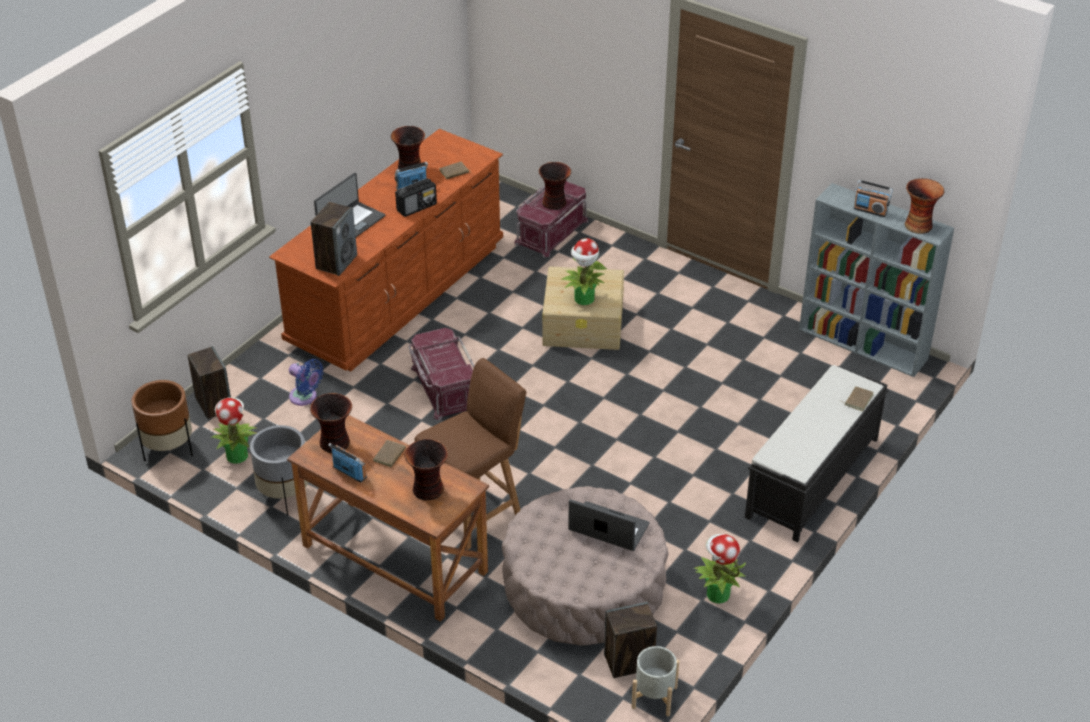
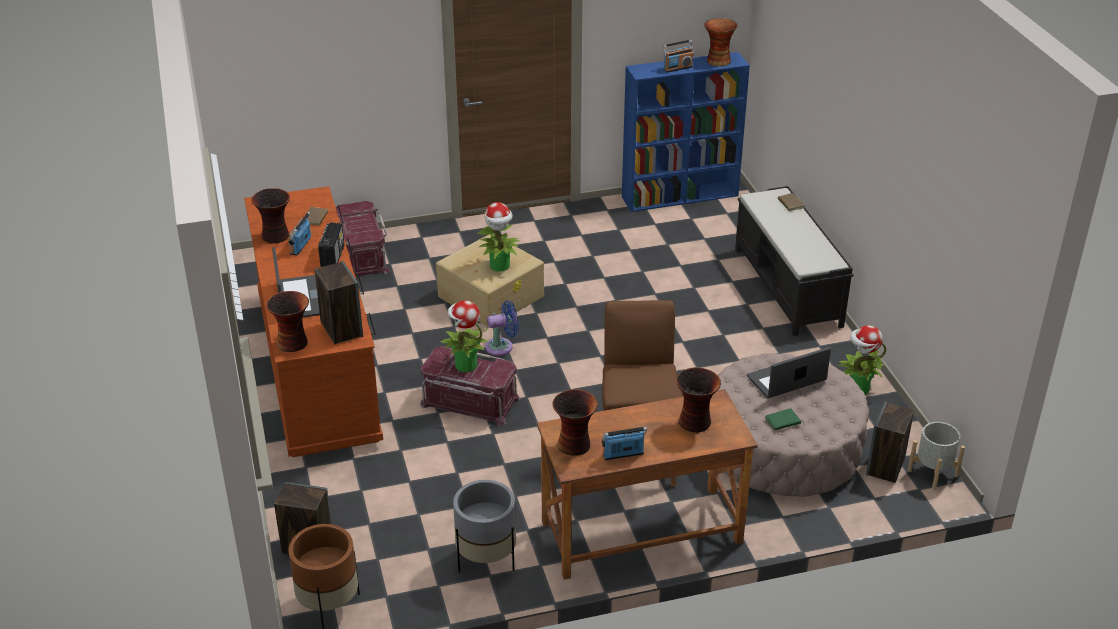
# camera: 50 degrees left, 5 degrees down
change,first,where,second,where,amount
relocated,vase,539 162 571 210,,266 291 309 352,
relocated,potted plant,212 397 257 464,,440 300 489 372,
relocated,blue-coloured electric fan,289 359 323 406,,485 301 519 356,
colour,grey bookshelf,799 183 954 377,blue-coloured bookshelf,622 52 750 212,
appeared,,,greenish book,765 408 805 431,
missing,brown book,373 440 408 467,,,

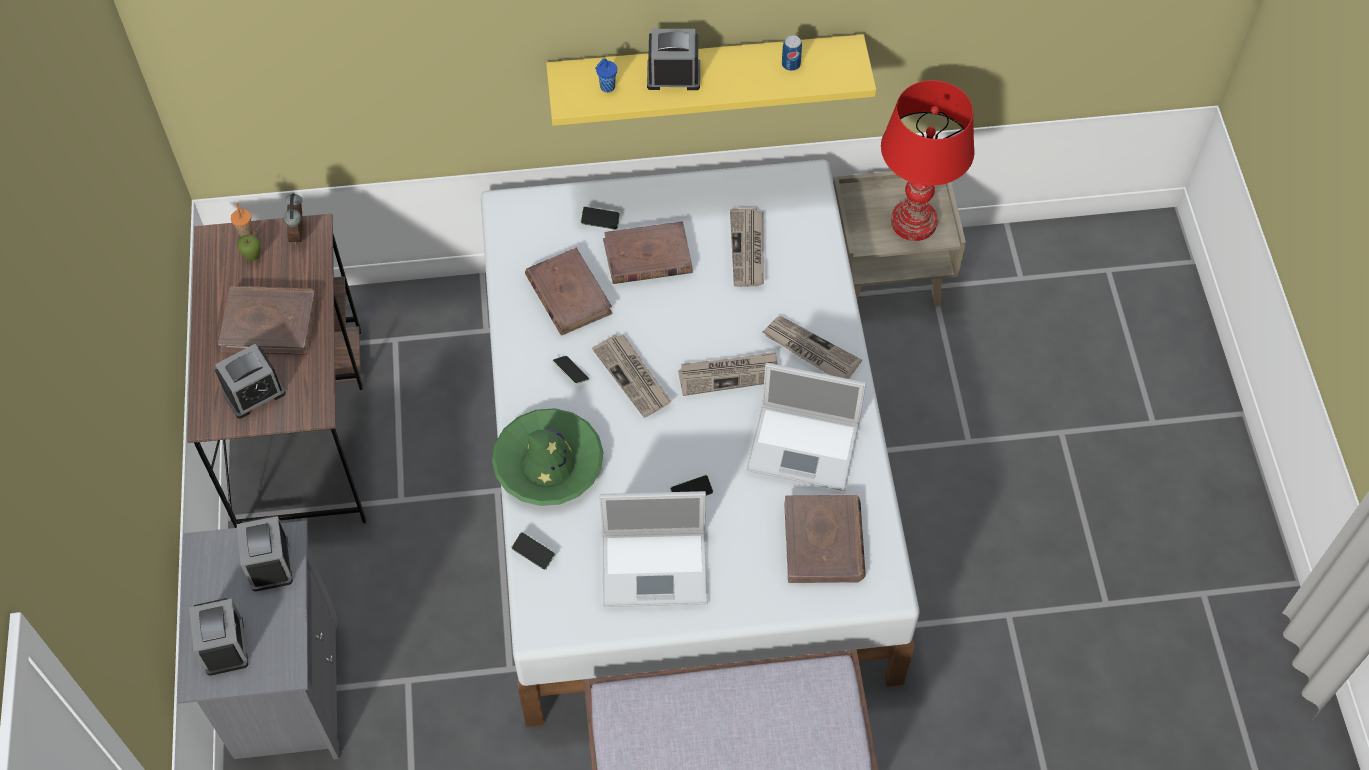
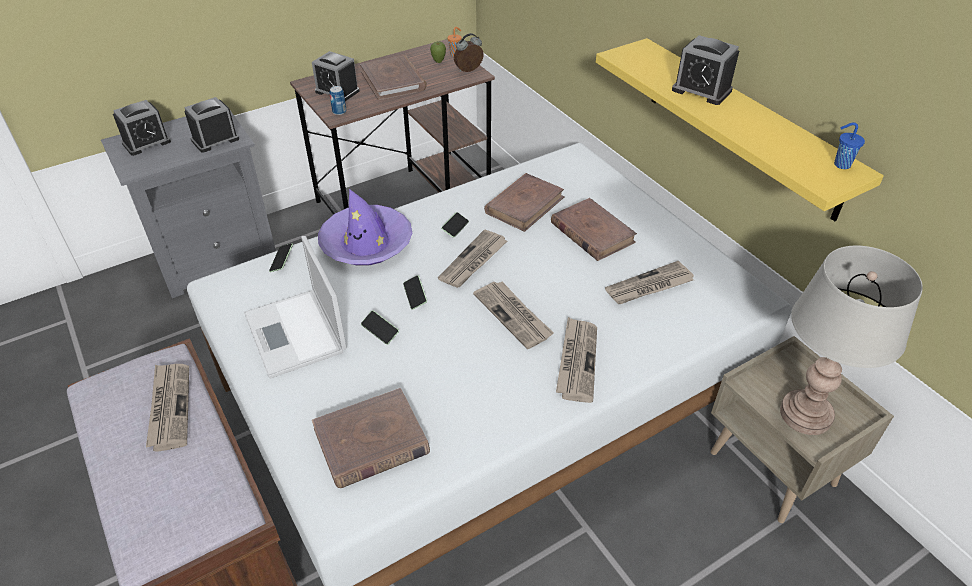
# camera: 65 degrees right, 15 degrees down
change,first,where,second,where,amount
appeared,,,daily paper,146 364 189 452,
colour,greenish clothing hat,492 408 603 506,purple clothing hat,318 189 412 266,
relocated,sealed can,782 35 802 71,,330 86 346 115,
relocated,handset,581 206 620 230,,403 275 427 310,
spun,table clock,647 29 700 90,,672 35 739 105,150 degrees clockwise
colour,red table lamp,881 80 975 241,grey table lamp,780 246 923 435,
relocated,blue-coloured cup,595 58 617 92,,834 123 865 169,
missing,notebook computer,746 363 866 491,,,

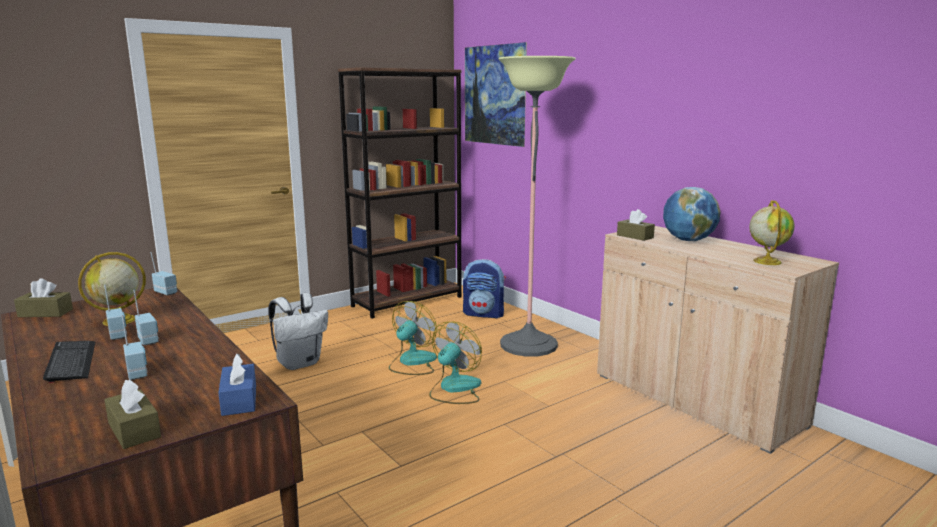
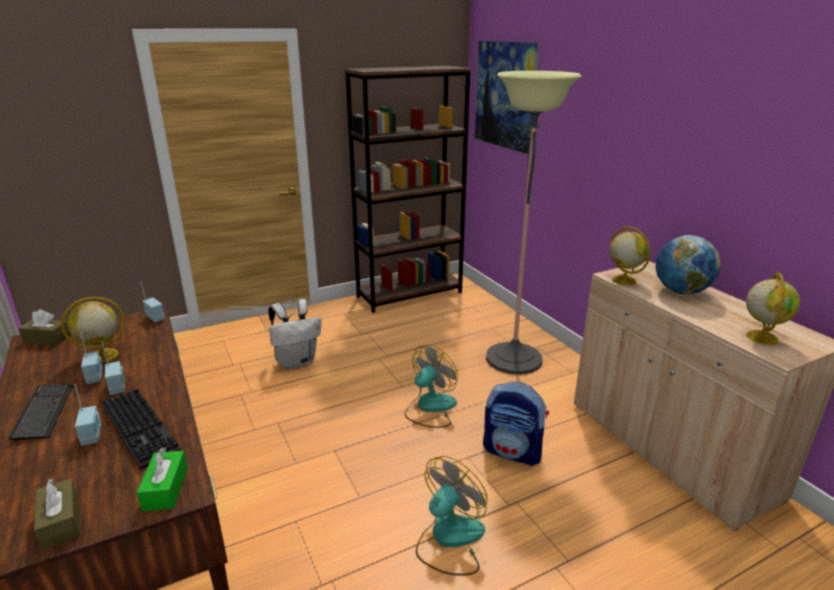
# camera: 10 degrees right, 10 degrees up
change,first,where,second,where,amount
appeared,,,computer keyboard,102 388 181 470,
colour,blue-coloured box of tissues,218 354 256 416,greenish box of tissues,137 447 188 511,
relocated,electric fan,389 301 437 375,,416 456 488 576,
relocated,rucksack,463 259 506 318,,483 382 549 466,
exchanged,brown box of tissues,617 209 655 241,desk globe,609 226 651 285,

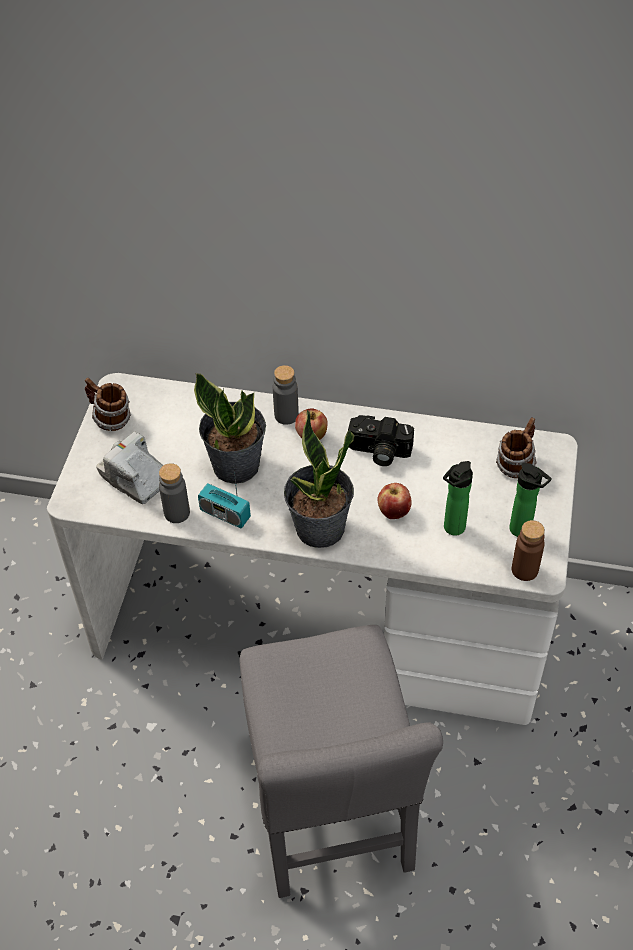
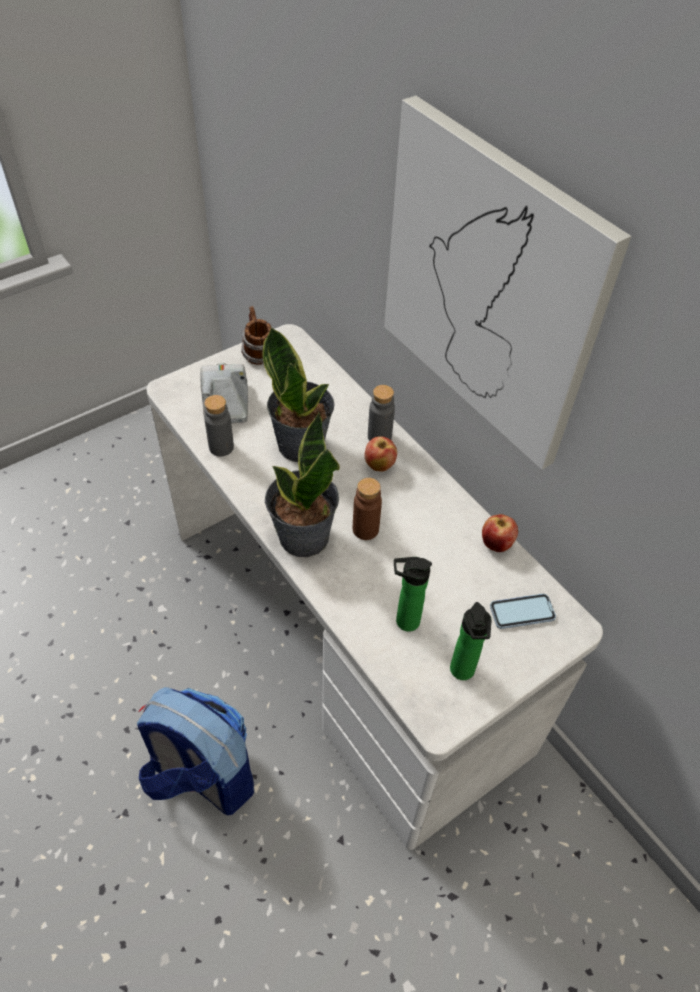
# camera: 40 degrees right, 0 degrees up
change,first,where,second,where,amount
exchanged,grey chair,240 625 443 898,rucksack,137 687 254 815,
relocated,brown drink bottle,512 520 545 581,,353 478 382 540,
appeared,,,wall picture,384 96 631 470,
relocated,apple fruit,377 483 412 519,,482 514 518 552,
exchanged,mug,496 417 537 478,handset,490 594 556 629,
missing,radio set,198 464 251 528,,,
missing,photo camera,348 415 414 466,,,

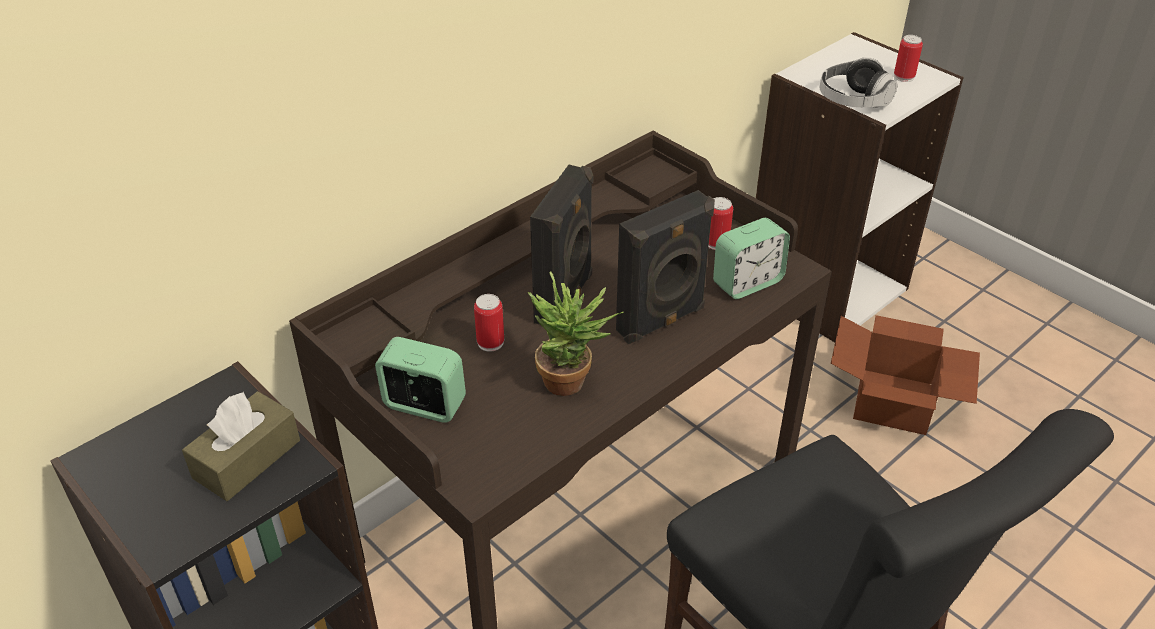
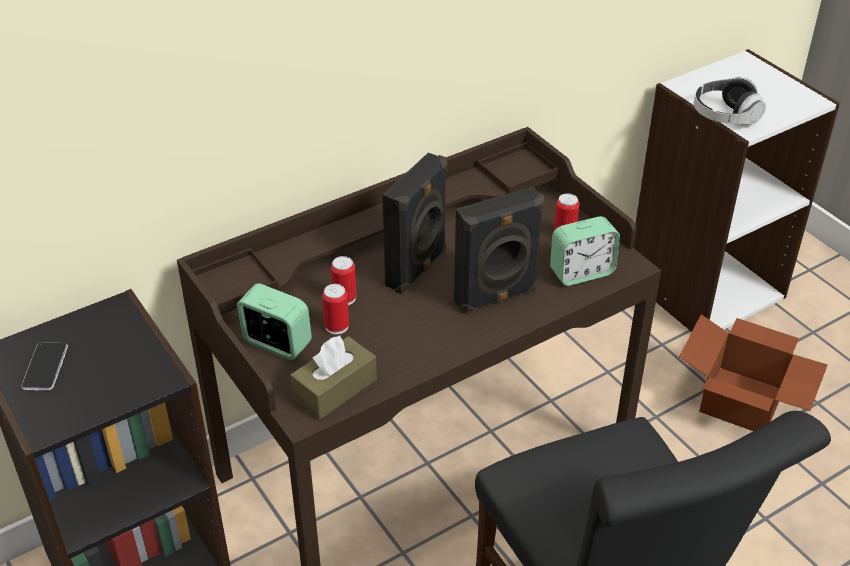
# camera: 10 degrees right, 0 degrees up
change,first,where,second,where,amount
appeared,,,handset,21 342 68 390,
relocated,brown box of tissues,182 391 300 501,,290 336 377 420,
relocated,sealed can,894 35 923 82,,322 284 349 334,
missing,potted plant,528 271 623 396,,,

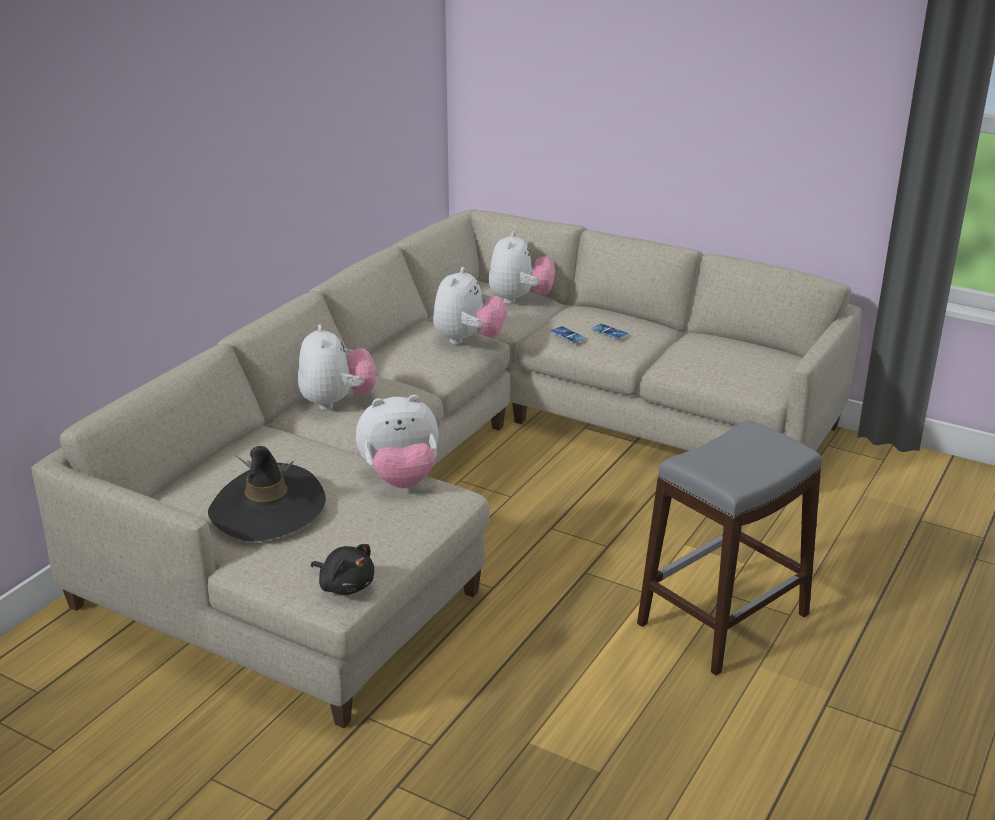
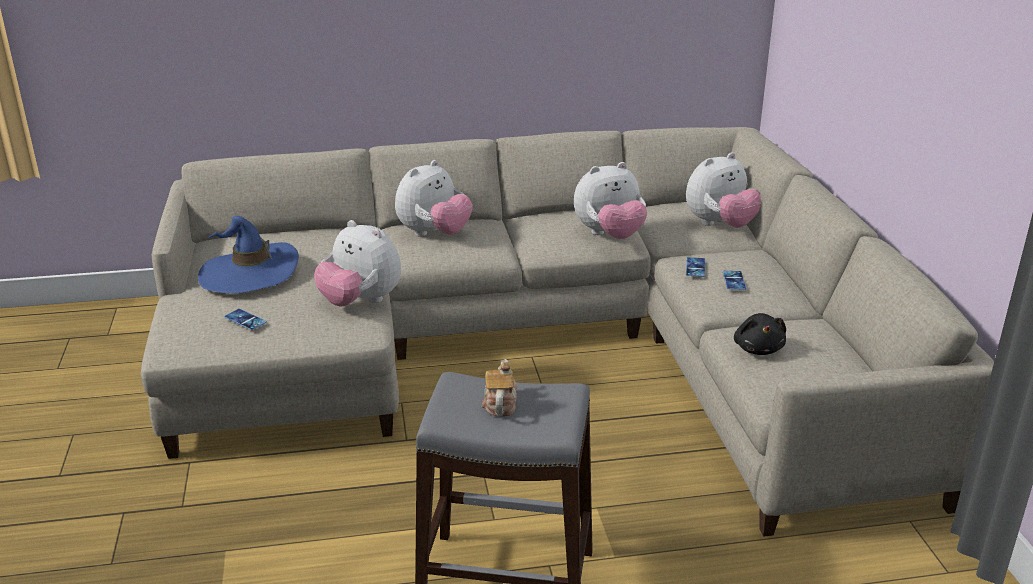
# camera: 50 degrees right, 0 degrees up
change,first,where,second,where,amount
colour,black-coloured clothing hat,208 446 326 542,blue-coloured clothing hat,198 216 299 293,
appeared,,,handset,224 309 267 330,
appeared,,,pot for tea,482 359 517 417,
relocated,black-coloured cuddly toy,311 544 374 595,,734 313 786 355,

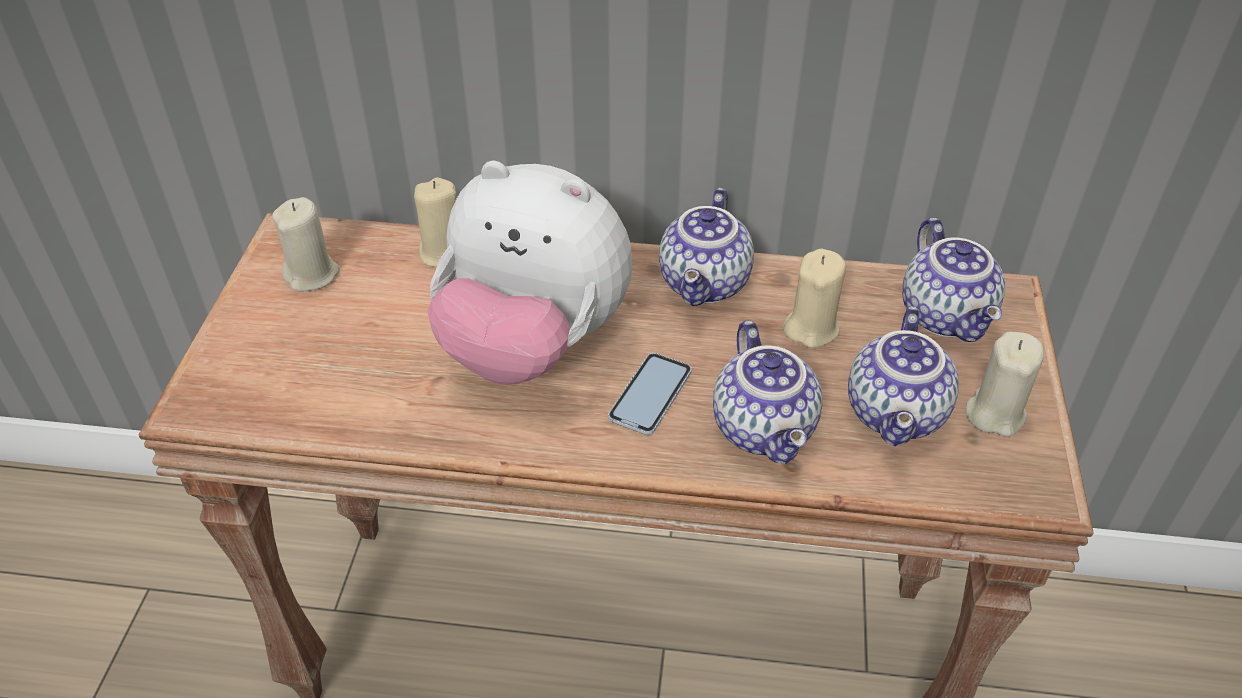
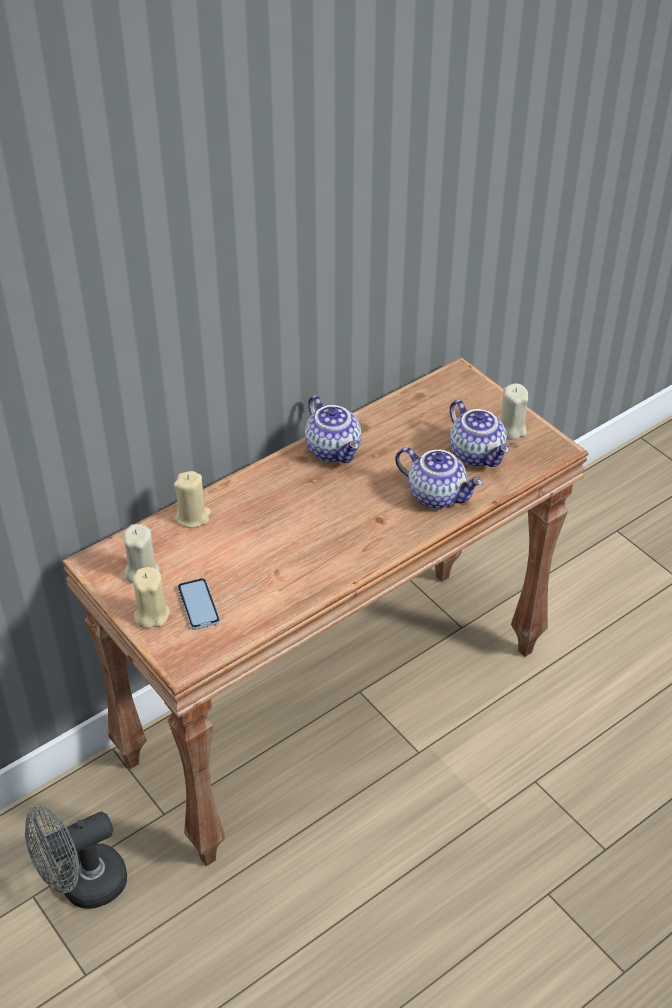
# camera: 45 degrees left, 0 degrees up
change,first,where,second,where,amount
appeared,,,grey electric fan,25 806 127 909,
relocated,beige-coloured candle,783 249 846 348,,133 567 170 629,
relocated,handset,608 353 692 435,,177 578 220 630,
missing,cuddly toy,427 161 632 385,,,
missing,pot for tea,902 218 1005 342,,,

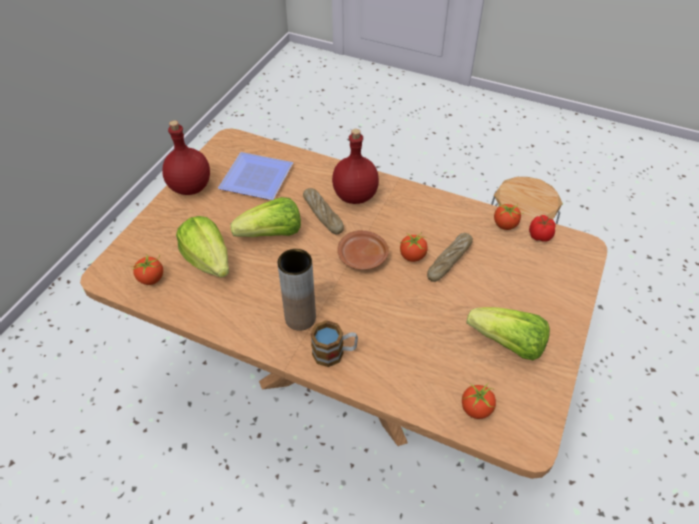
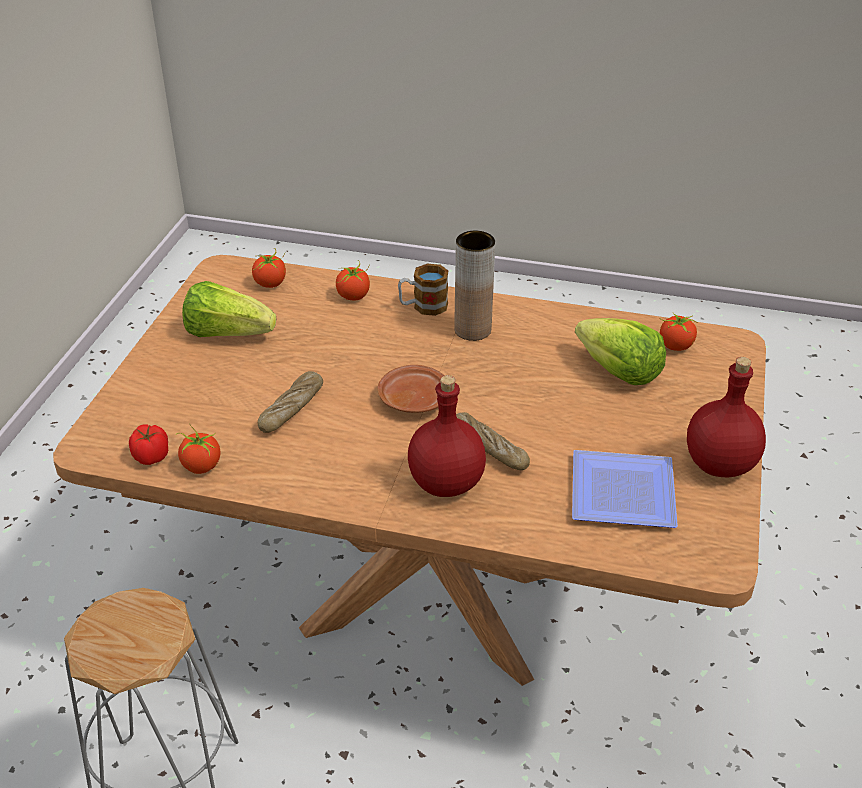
# camera: 170 degrees right, 10 degrees down
change,first,where,second,where,amount
relocated,tomato,400 232 428 262,,336 260 370 300,
missing,lettuce,230 197 301 237,,,

